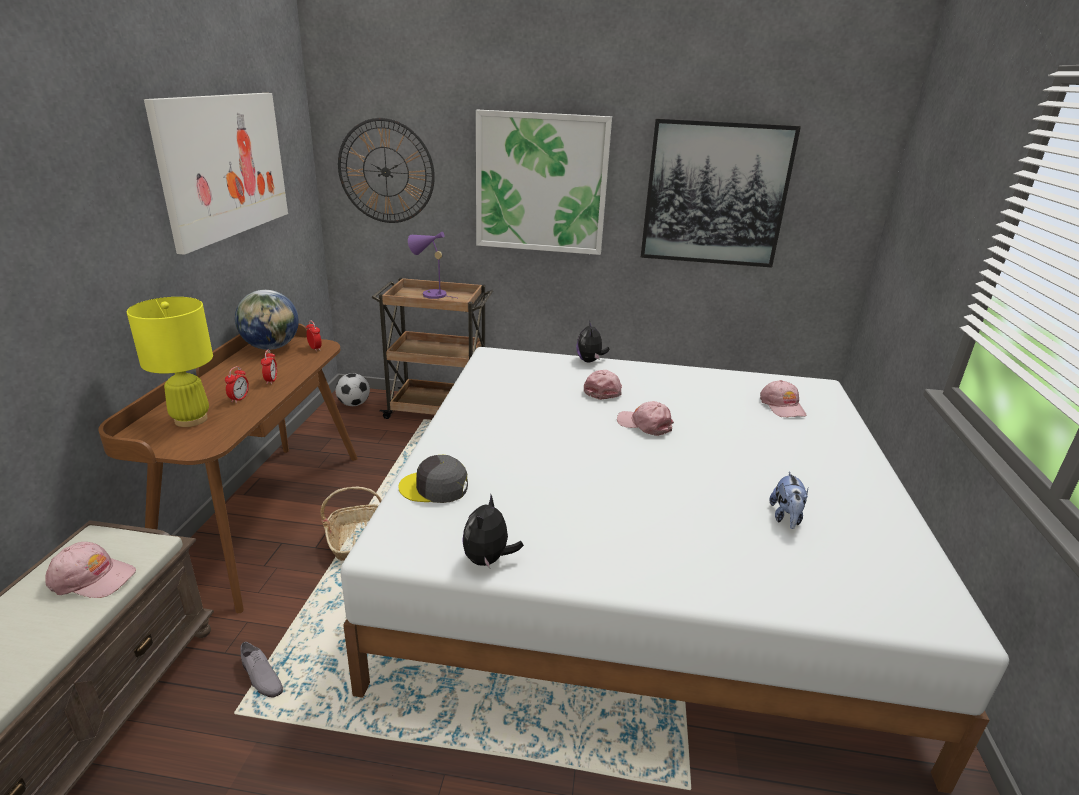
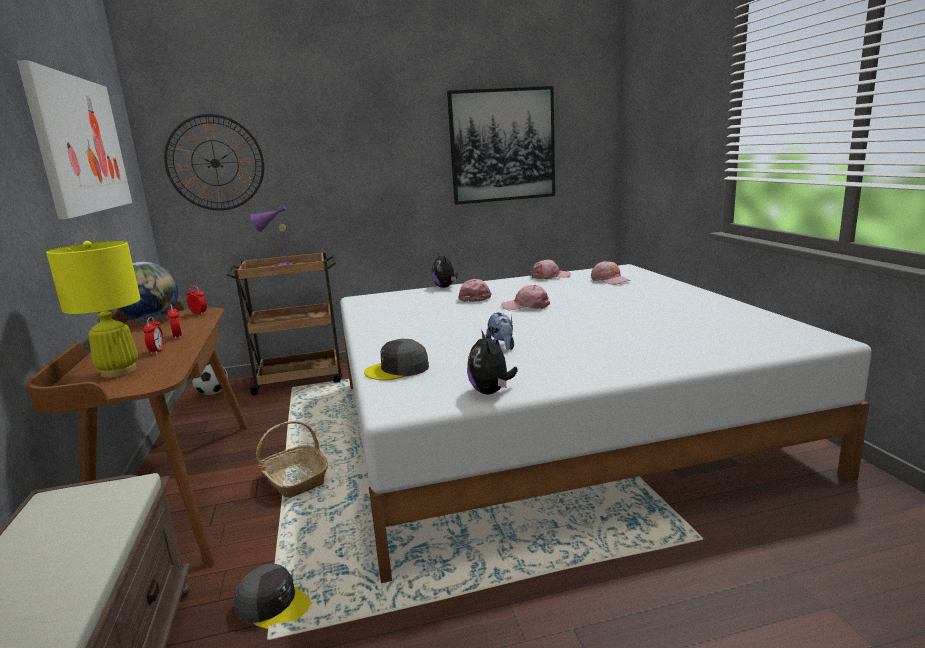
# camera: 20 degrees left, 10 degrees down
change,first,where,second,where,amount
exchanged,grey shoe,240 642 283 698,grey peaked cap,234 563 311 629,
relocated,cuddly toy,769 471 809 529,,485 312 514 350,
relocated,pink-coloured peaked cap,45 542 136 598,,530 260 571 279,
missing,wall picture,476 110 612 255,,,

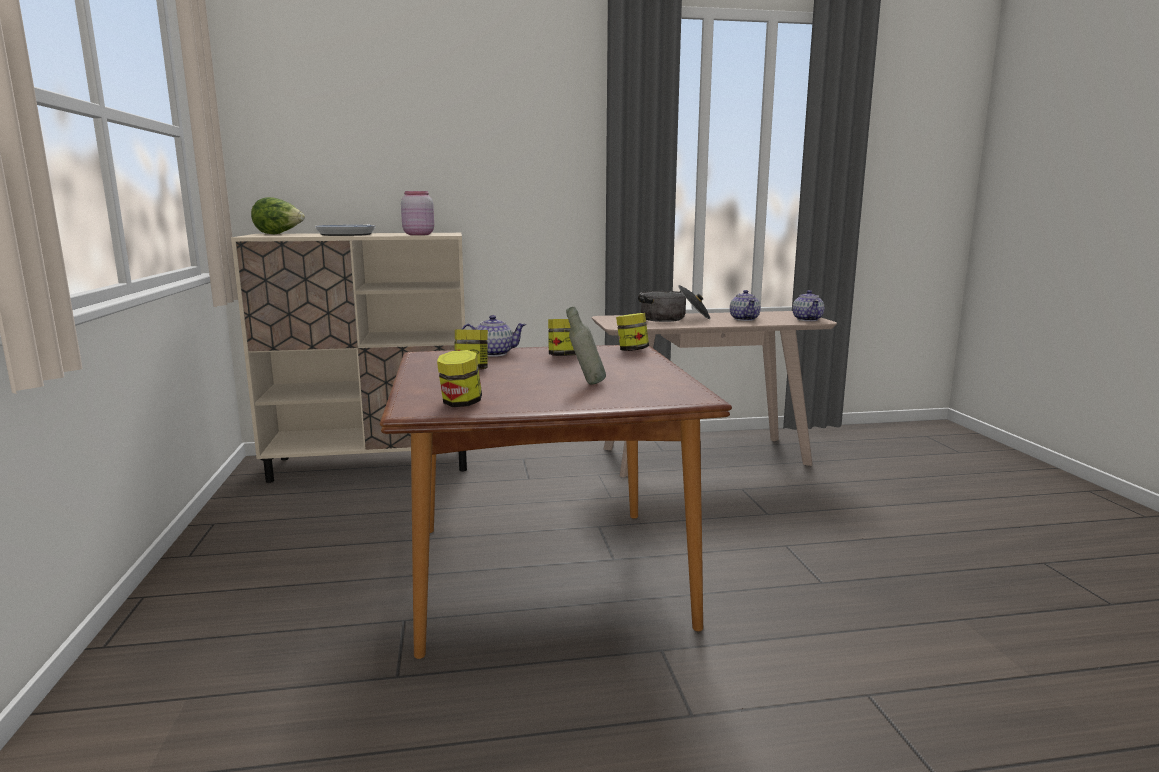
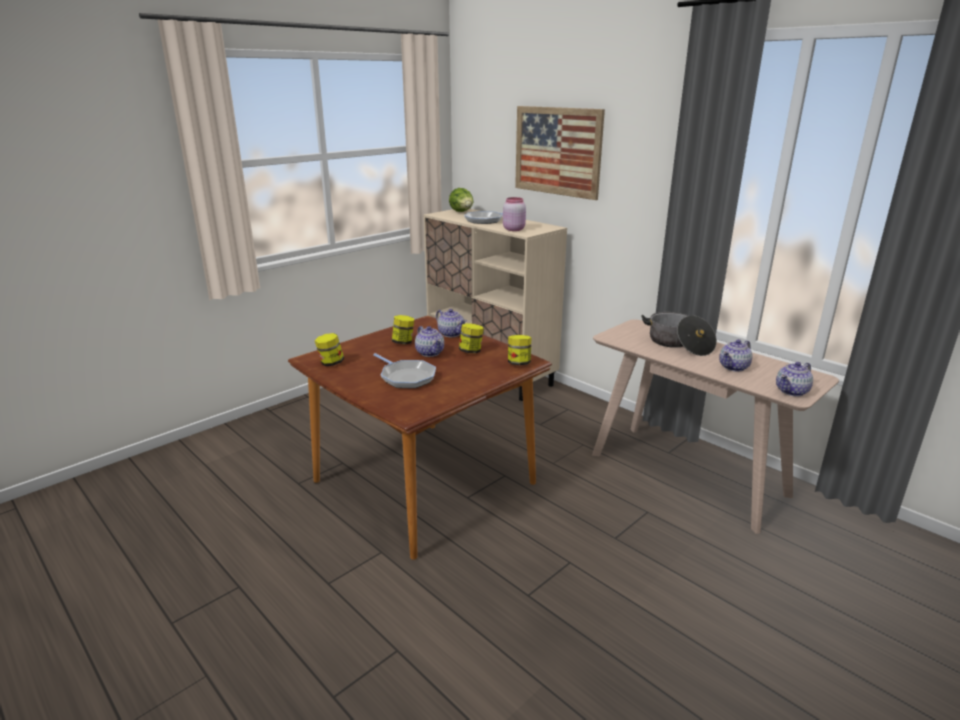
# camera: 55 degrees right, 10 degrees up
change,first,where,second,where,amount
exchanged,grey drink bottle,566 307 606 385,skillet,373 353 436 388,
appeared,,,pot for tea,415 326 444 357,
appeared,,,wall picture,515 106 605 200,

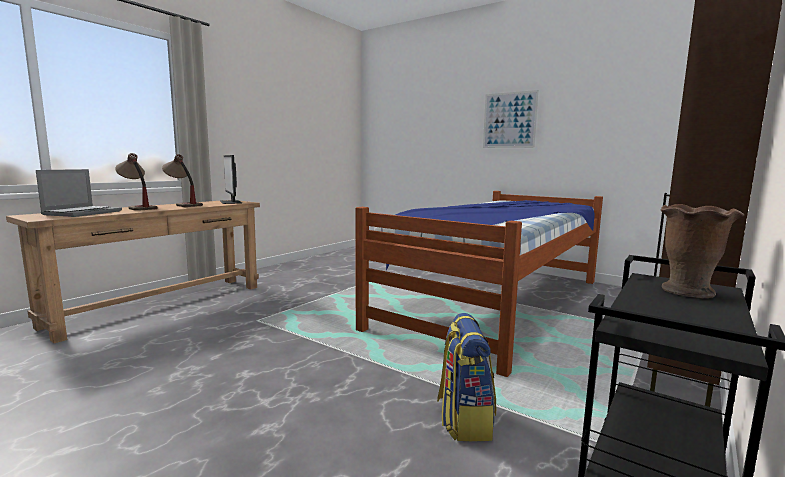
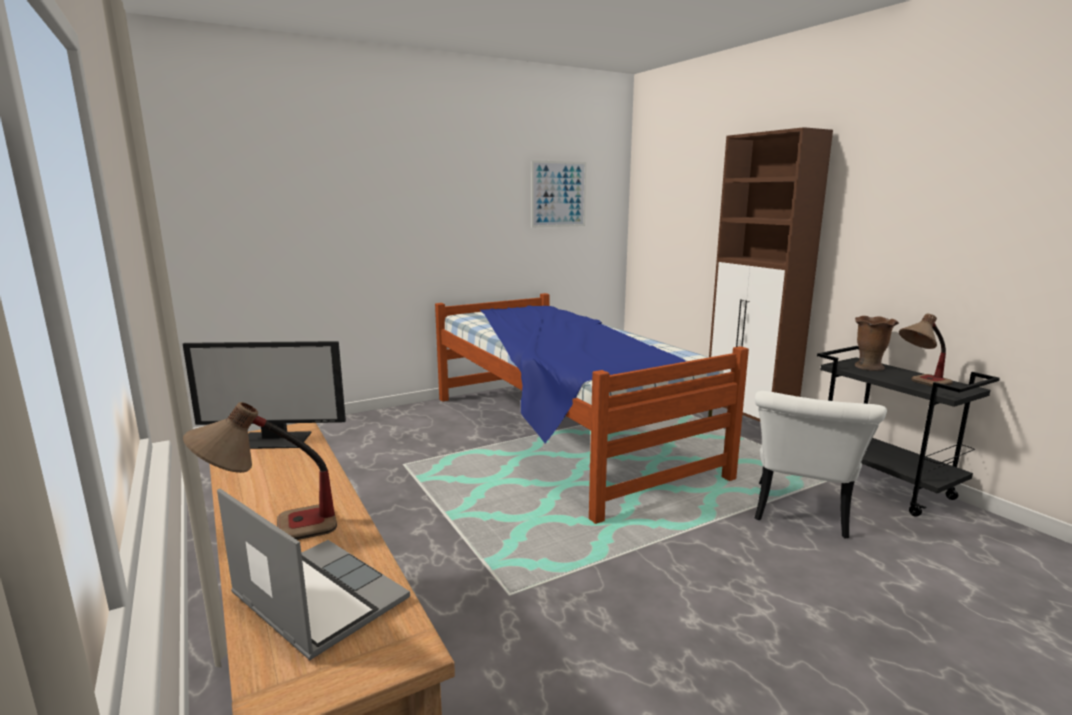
# camera: 65 degrees left, 5 degrees up
change,first,where,second,where,amount
relocated,wall picture,483 90 539 148,,531 160 586 227,
exchanged,rucksack,437 313 496 441,white-coloured chair,755 391 887 539,
relocated,table lamp,162 154 203 207,,899 314 953 387,

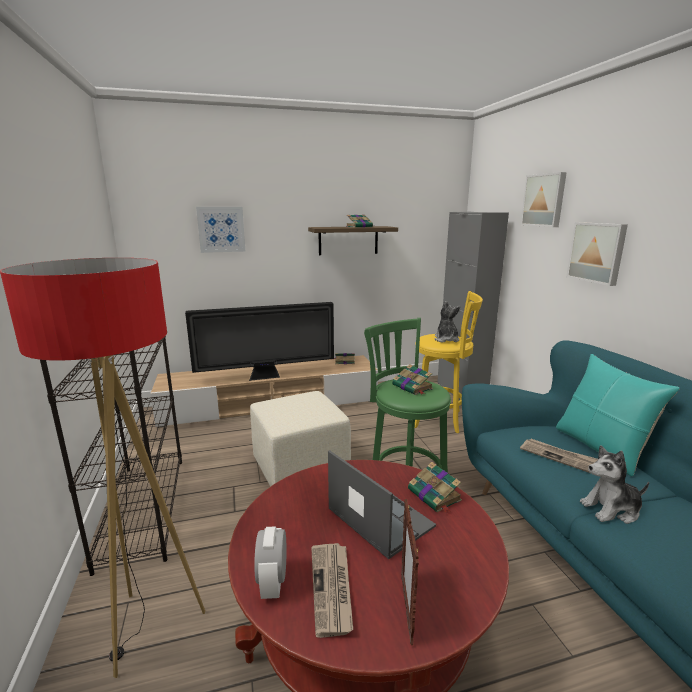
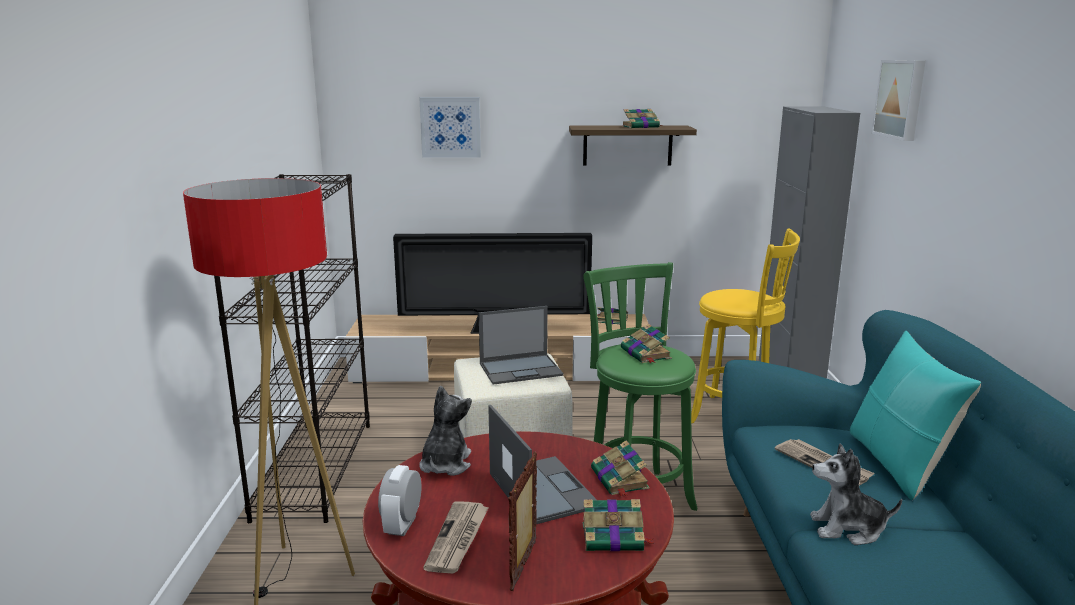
# camera: 15 degrees right, 0 degrees up
change,first,where,second,where,amount
relocated,cuddly toy,435 301 460 343,,419 386 472 476,
appeared,,,notebook computer,479 306 564 385,
appeared,,,book,583 499 655 551,
missing,wall picture,566 222 628 286,,,

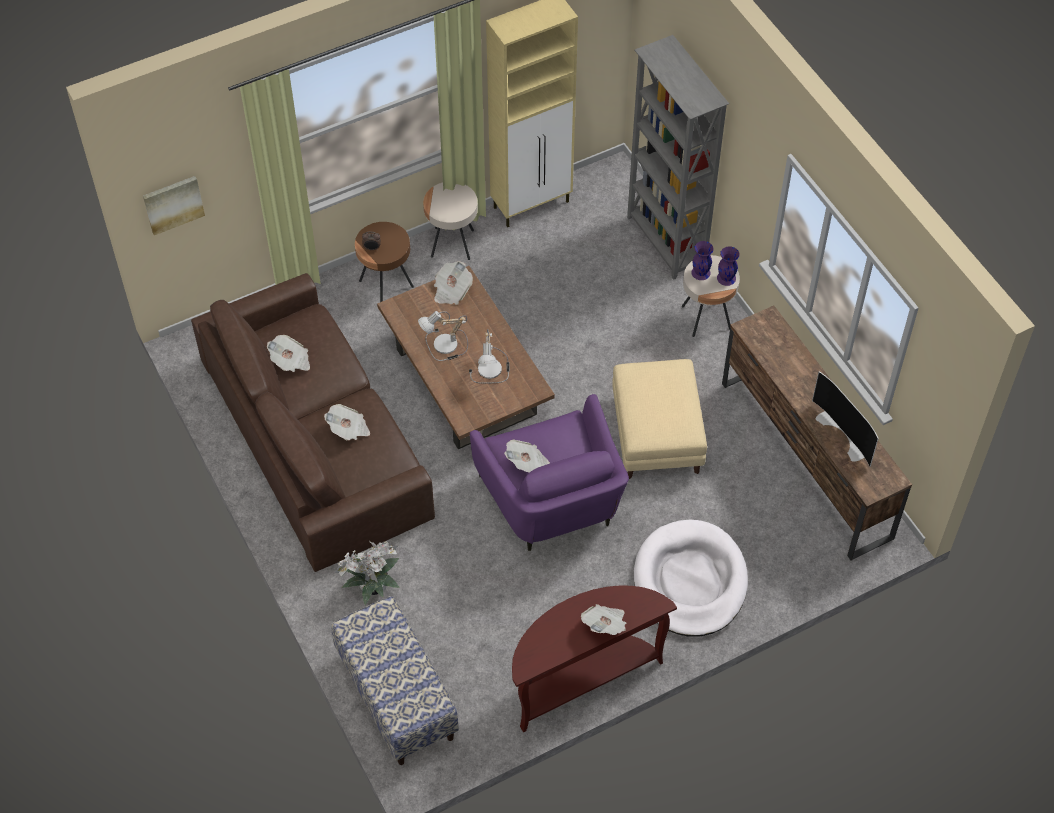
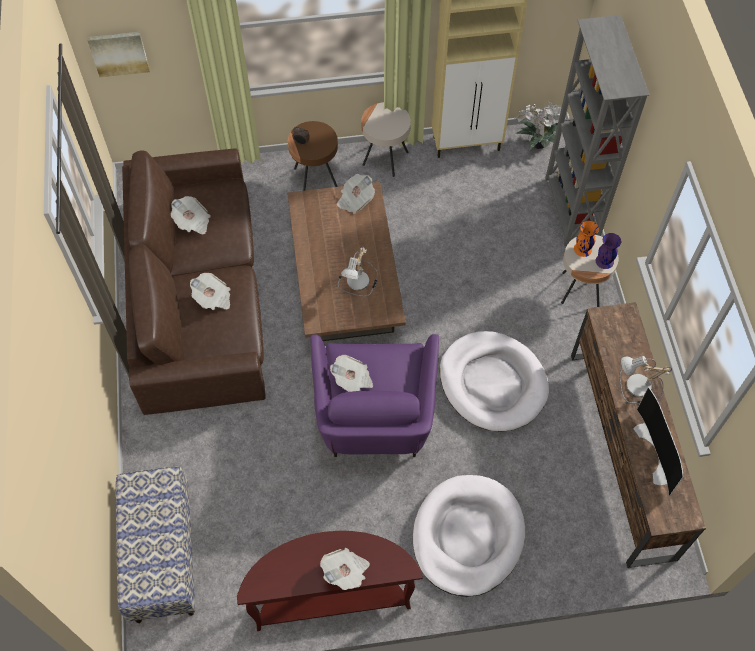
# camera: 20 degrees right, 5 degrees up
change,first,where,second,where,amount
exchanged,beige-coloured footrest,612 359 707 479,white-coloured dog cushion,440 331 549 432,
relocated,potted plant,334 541 400 605,,515 101 567 150,
colour,purple vase,691 241 714 280,orangey vase,574 221 599 257,
relocated,table lamp,418 311 468 361,,619 356 672 404,

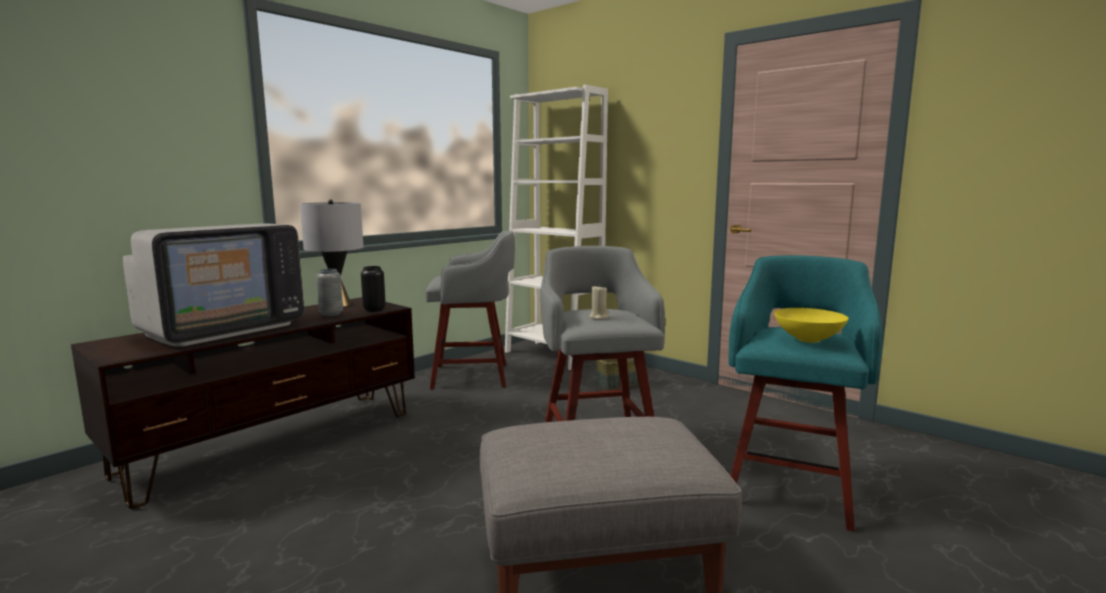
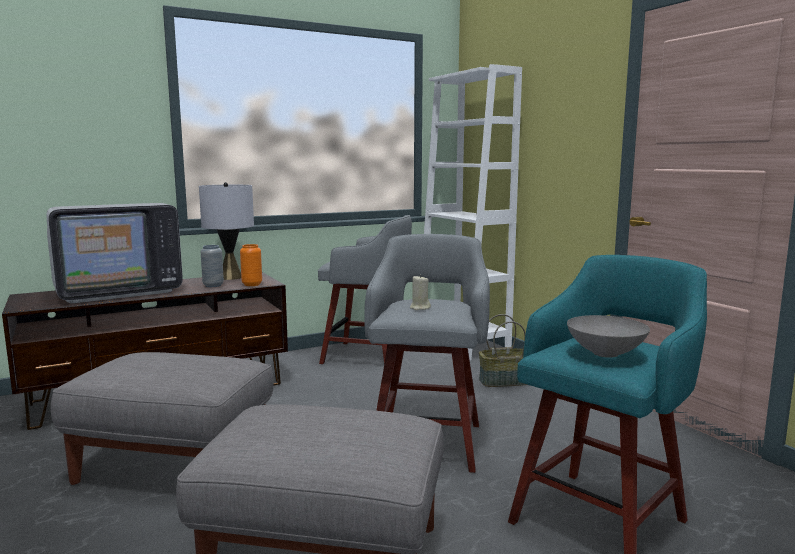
# camera: 20 degrees right, 0 degrees up
change,first,where,second,where,amount
appeared,,,grey footrest,51 352 273 485,
colour,black-coloured vase,361 266 386 312,orangey vase,240 244 262 286,
colour,yellow-coloured deep dish,774 308 848 343,grey deep dish,567 315 650 358,

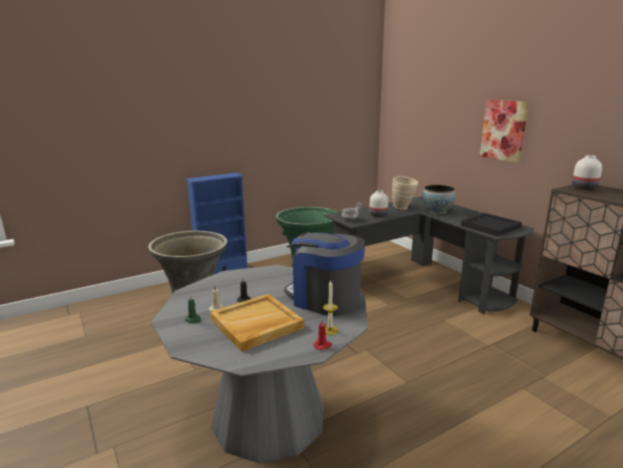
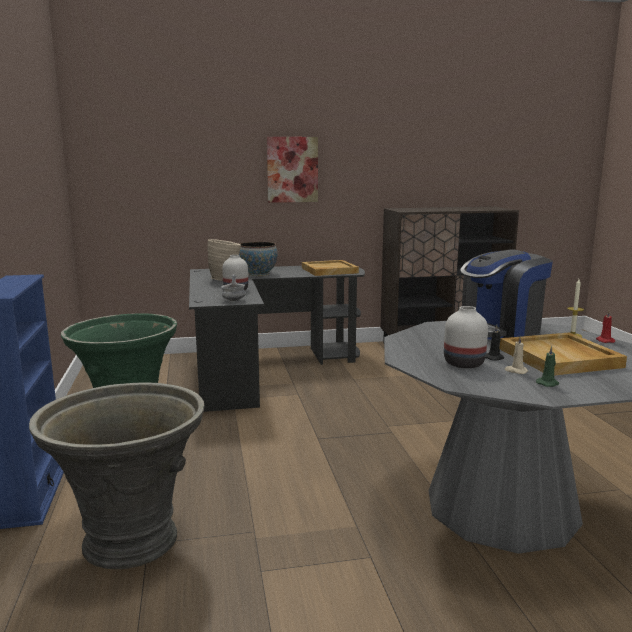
# camera: 70 degrees left, 5 degrees down
change,first,where,second,where,amount
colour,black-coloured carrying tray,461 213 522 237,beige-coloured carrying tray,302 260 359 276,
relocated,white-coloured vase,572 155 602 190,,444 306 488 368,

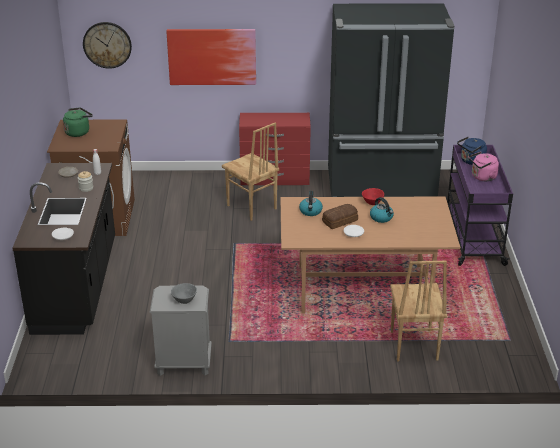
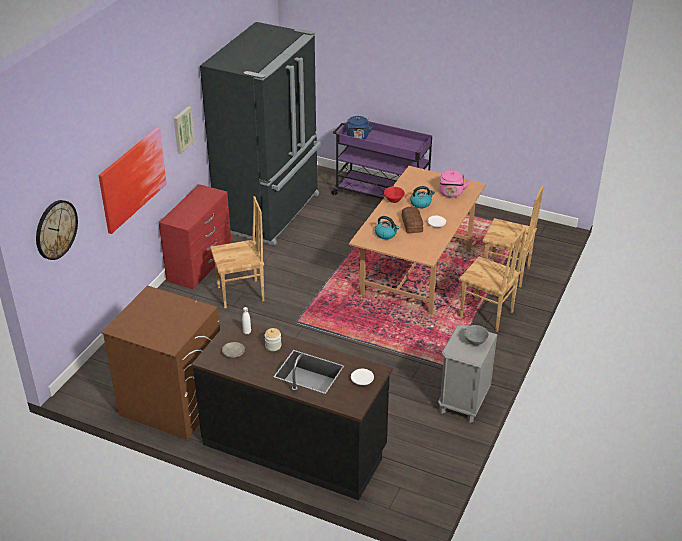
# camera: 65 degrees left, 5 degrees up
change,first,where,second,where,amount
appeared,,,wall picture,174 106 195 154,
relocated,pink-coloured water kettle,468 152 499 181,,439 170 470 197,
appeared,,,brown chair,459 227 526 332,
missing,greenish water kettle,63 108 93 137,,,

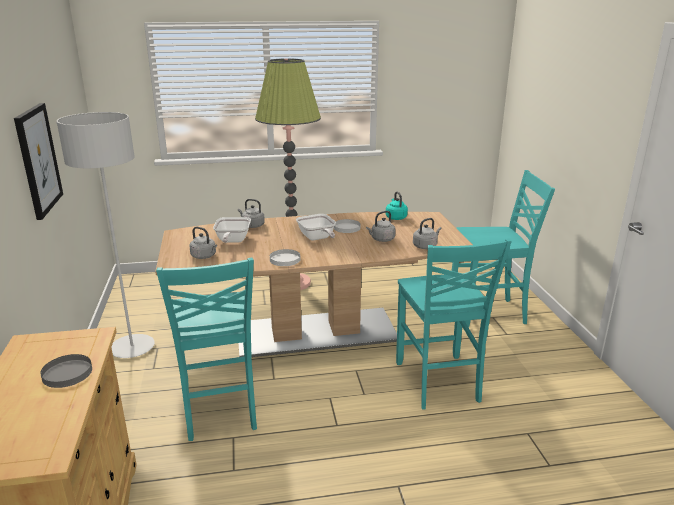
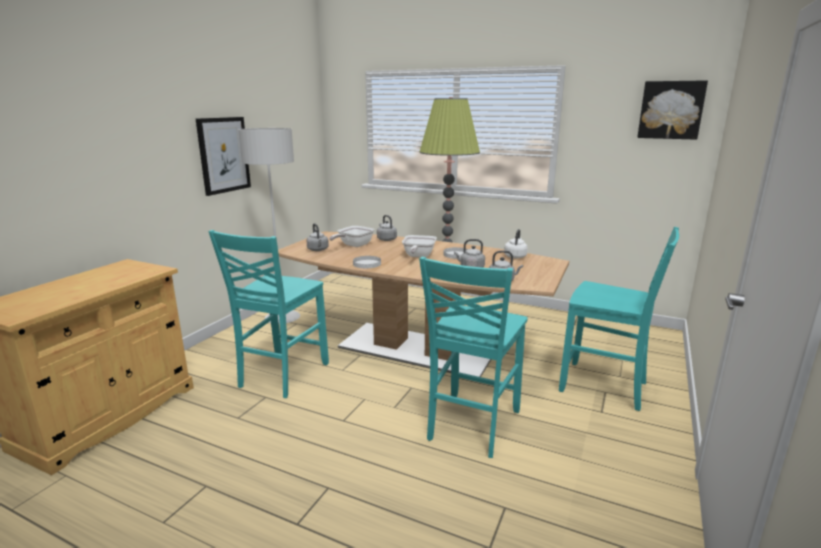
# camera: 35 degrees right, 5 degrees down
change,first,where,second,where,amount
colour,turquoise-coloured water kettle,386 191 408 220,white-coloured water kettle,504 229 528 258,
appeared,,,wall picture,637 80 708 140,
missing,grey flat dish,40 354 92 388,,,

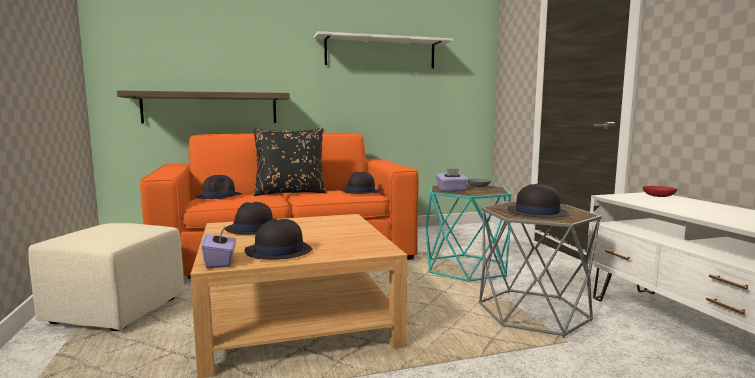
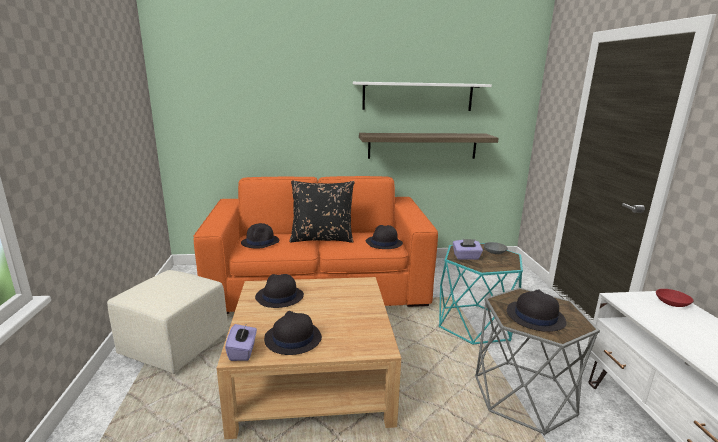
# camera: 10 degrees right, 10 degrees up
change,first,where,second,where,amount
relocated,shelf,117 90 290 124,,359 133 499 159,

